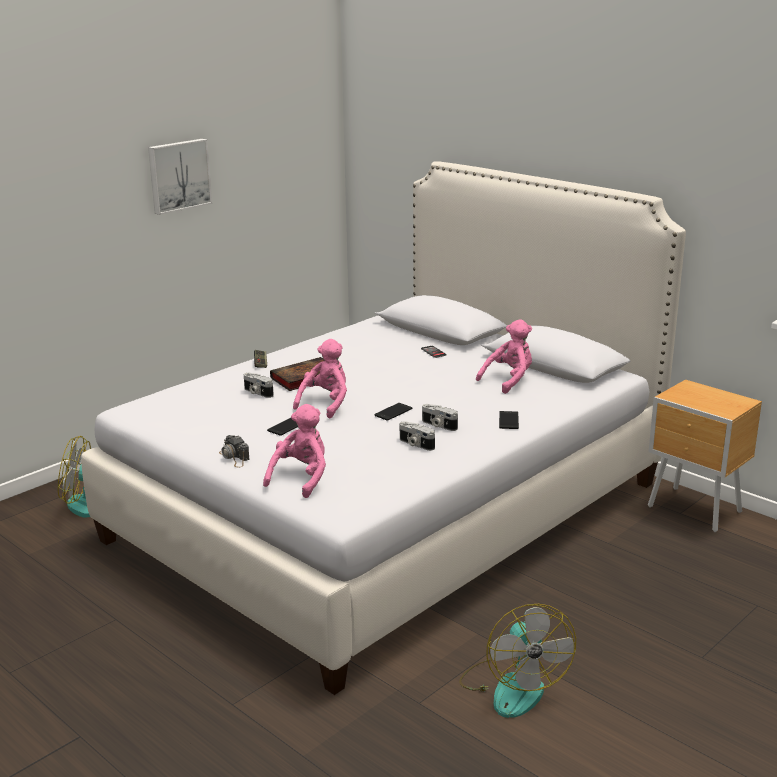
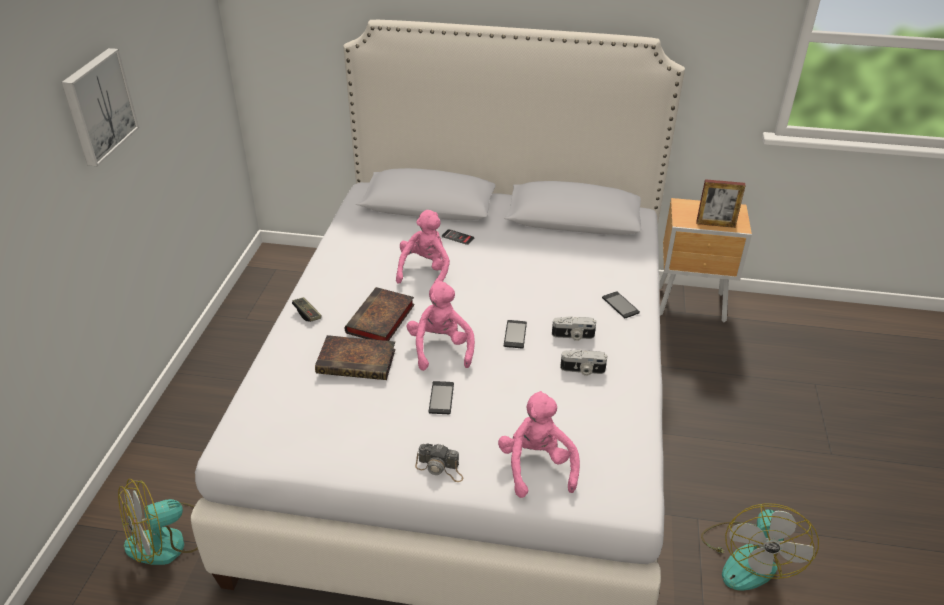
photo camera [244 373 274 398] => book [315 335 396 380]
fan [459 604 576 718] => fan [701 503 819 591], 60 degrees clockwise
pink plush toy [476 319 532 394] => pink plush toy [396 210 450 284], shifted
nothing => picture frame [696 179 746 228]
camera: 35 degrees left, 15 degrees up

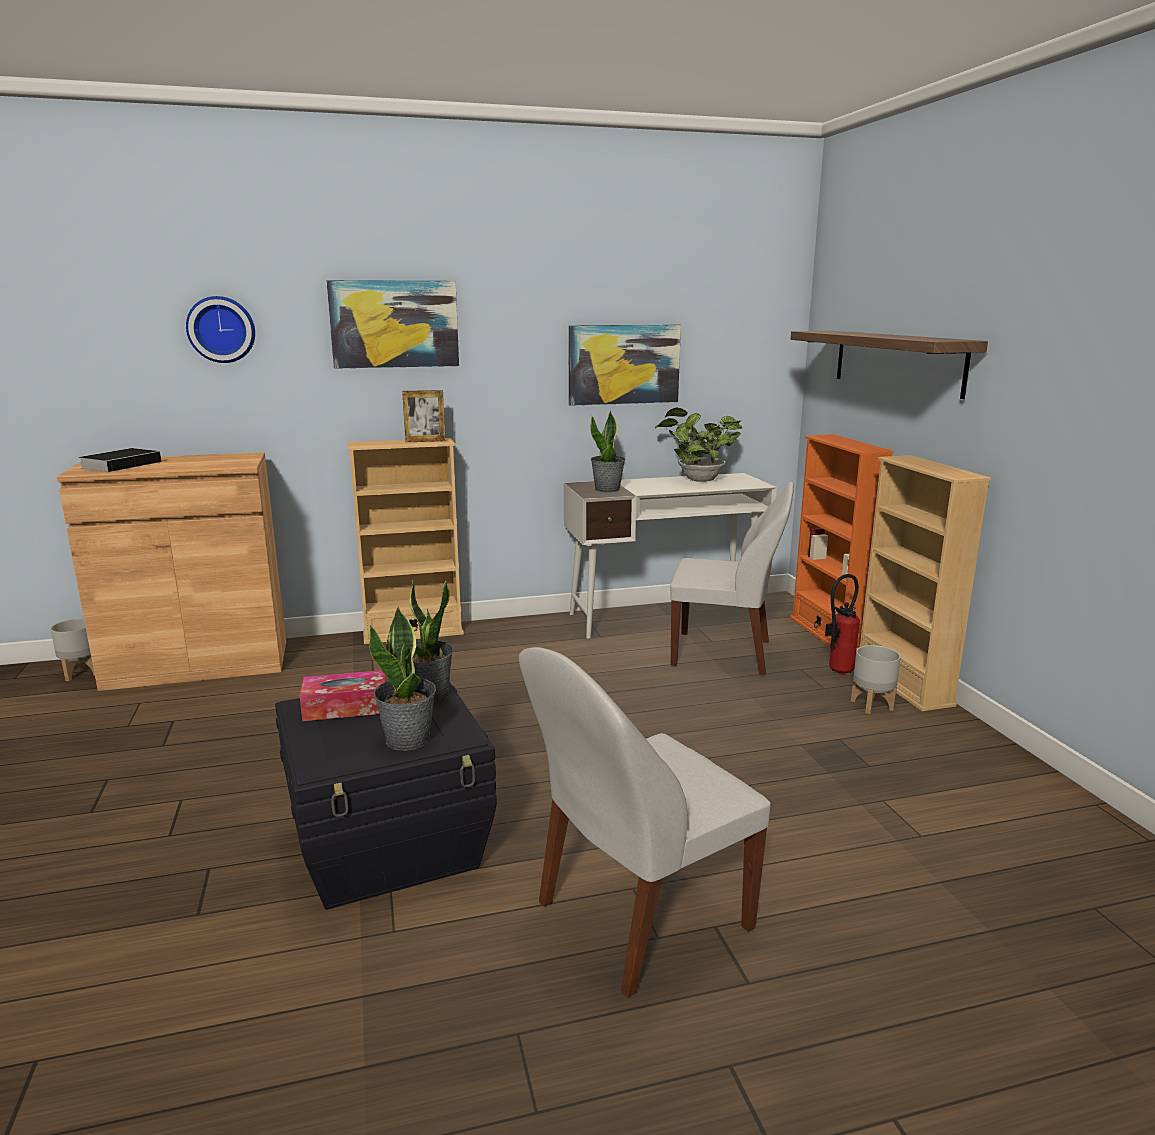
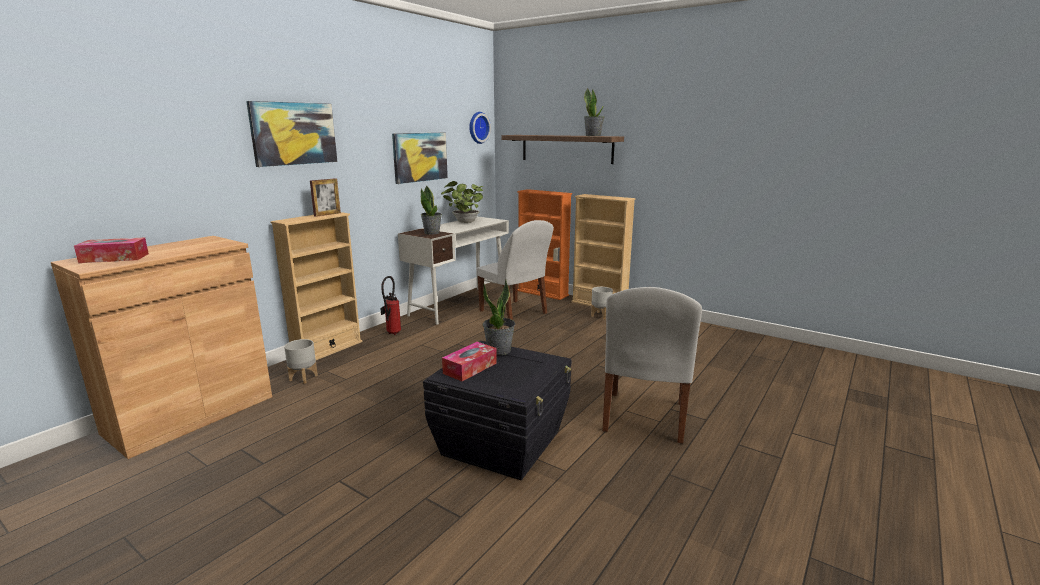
grey planter [50 618 95 681] => grey planter [284 339 318 384], shifted
book [78 448 162 472] => tissue box [74 238 149 263]
wall clock [186 296 255 363] => wall clock [469 112 491 144], shifted
potted plant [369 607 436 751] => potted plant [584 88 604 136], shifted
white chair [670 482 794 676] => white chair [477 220 554 320], 75 degrees clockwise
fire extinguisher [825 574 860 675] => fire extinguisher [380 276 401 335], shifted
camera: 40 degrees left, 0 degrees up

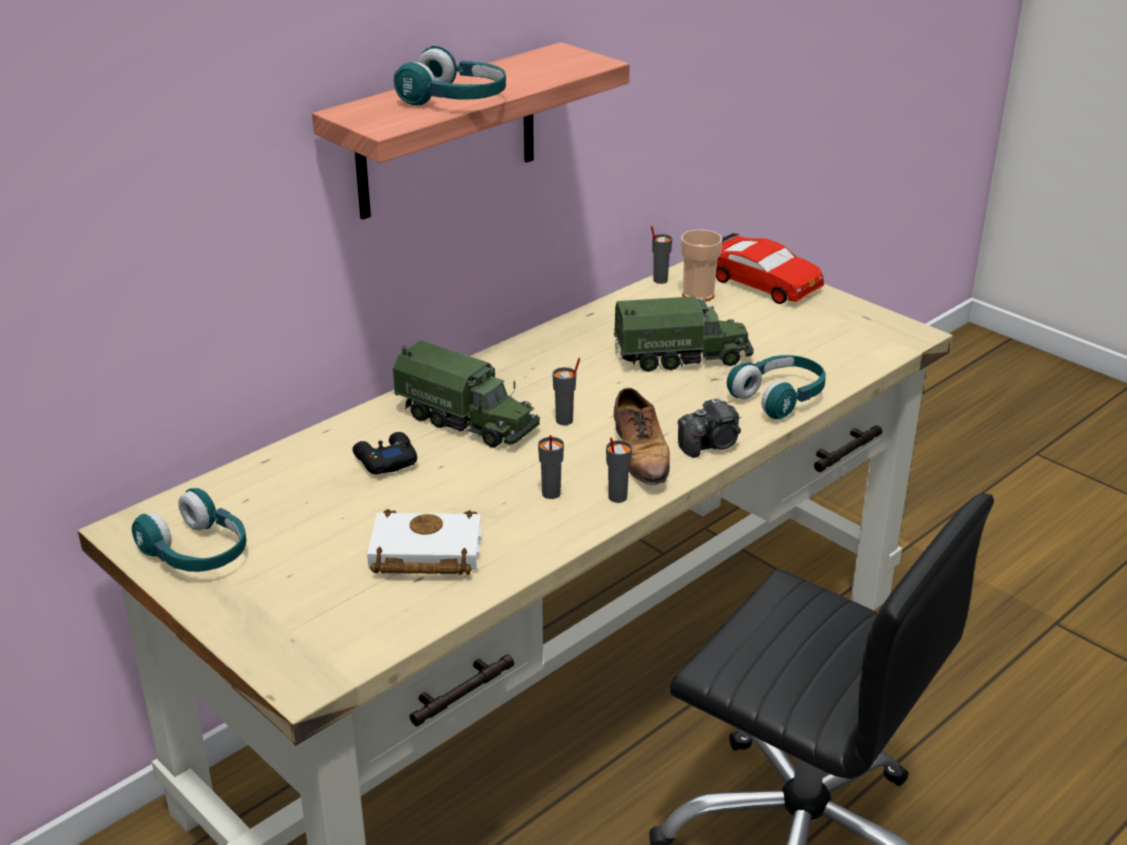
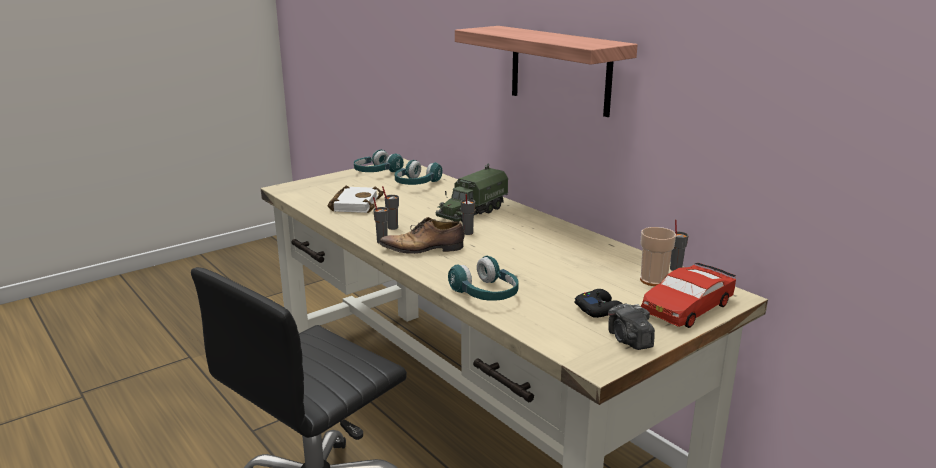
black game controller [352 432 417 474] => black game controller [574 289 623 318], shifted
turquoise headphones [394 46 506 105] => turquoise headphones [395 160 442 185], shifted
toy truck [614 296 754 372] => nothing
photo camera [678 397 741 458] => photo camera [608 303 655 350], shifted
camera: 95 degrees right, 10 degrees down

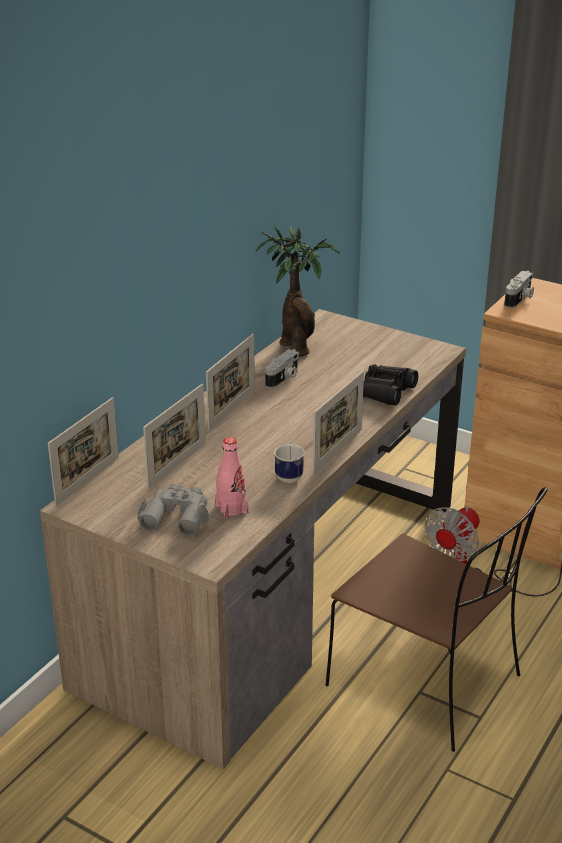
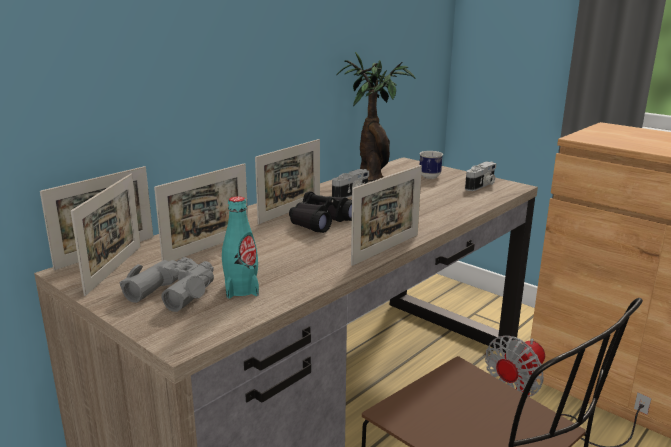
pink bottle [215 437 249 519] => turquoise bottle [222 196 259 299]
mug [274 444 304 483] => mug [419 151 443 179], shifted
black binoculars [363 364 418 405] => black binoculars [289 191 352 233], shifted
photo camera [504 271 534 308] => photo camera [465 161 497 191], shifted
nothing => picture frame [71 174 141 296]
camera: 10 degrees right, 10 degrees down

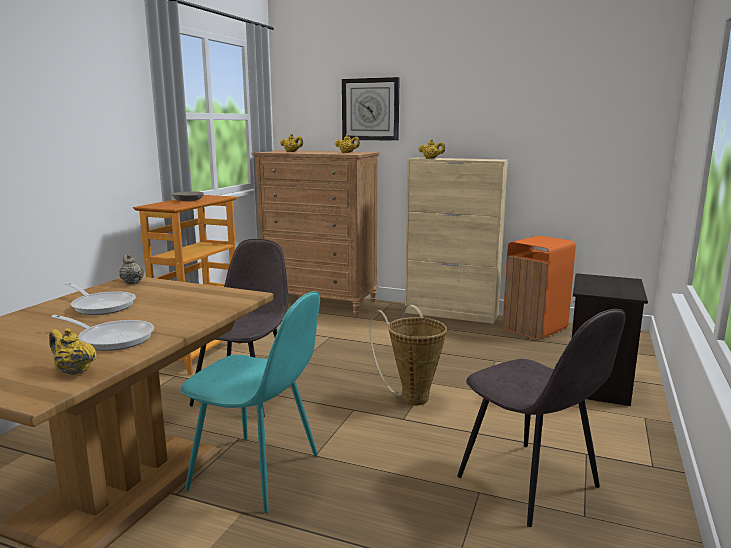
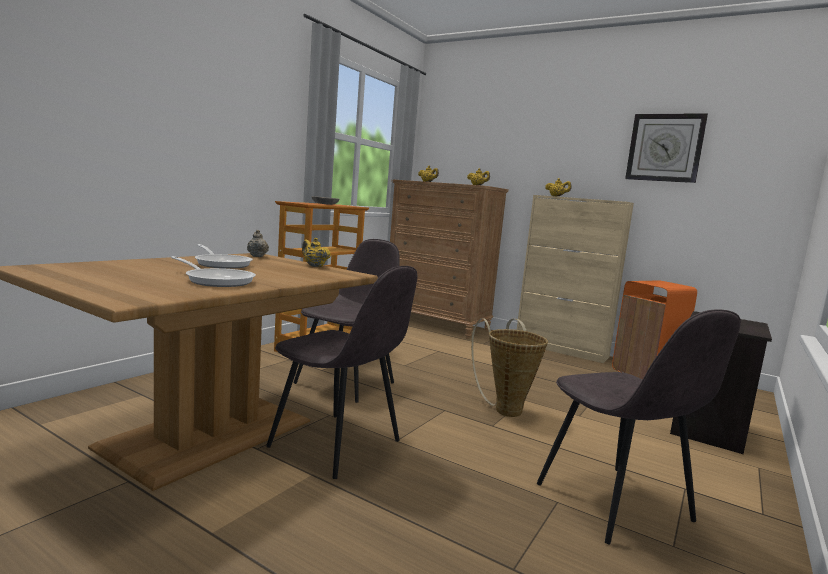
yellow teapot [49 328 96 375] => yellow teapot [302 238 331 267], shifted
turquoise chair [180 291 320 513] => grey chair [266 266 417 479]
wall clock [342 77 400 141] => wall clock [625 113 708 183], shifted
camera: 10 degrees right, 5 degrees down

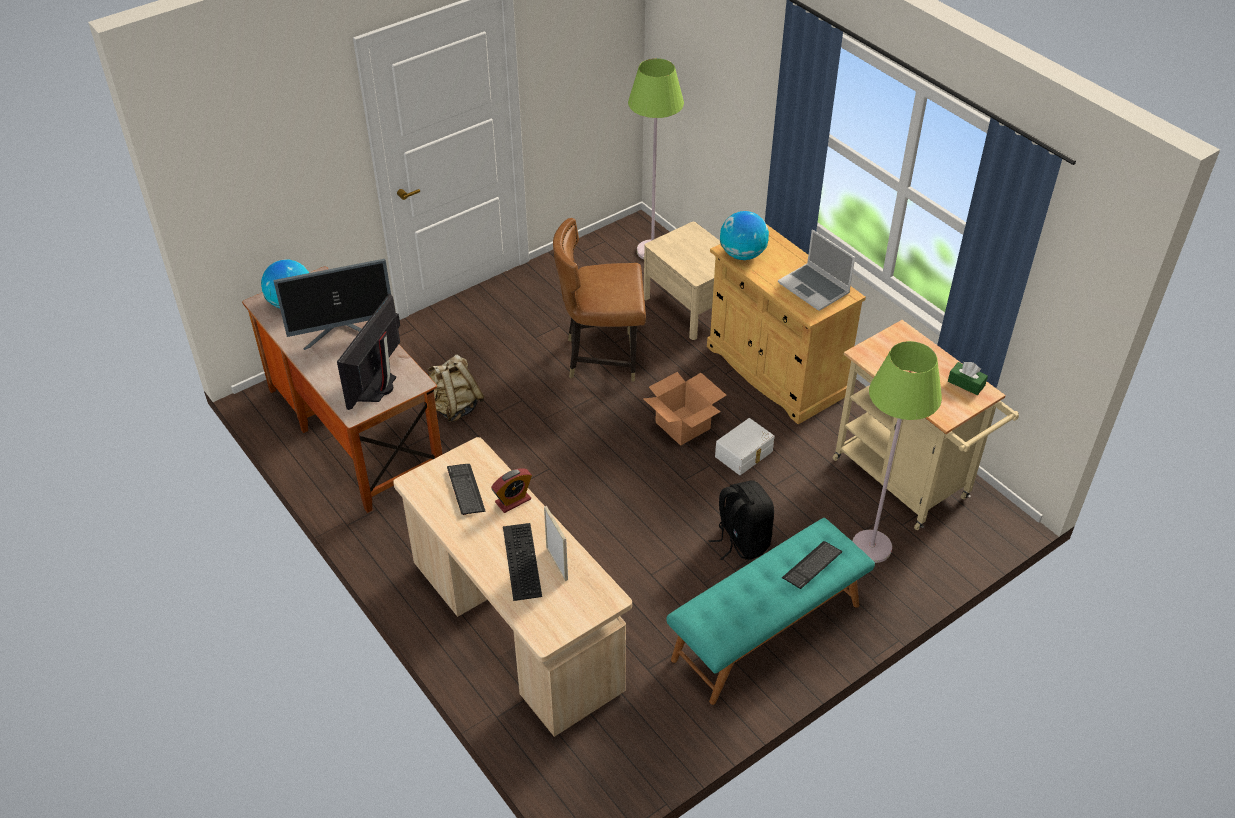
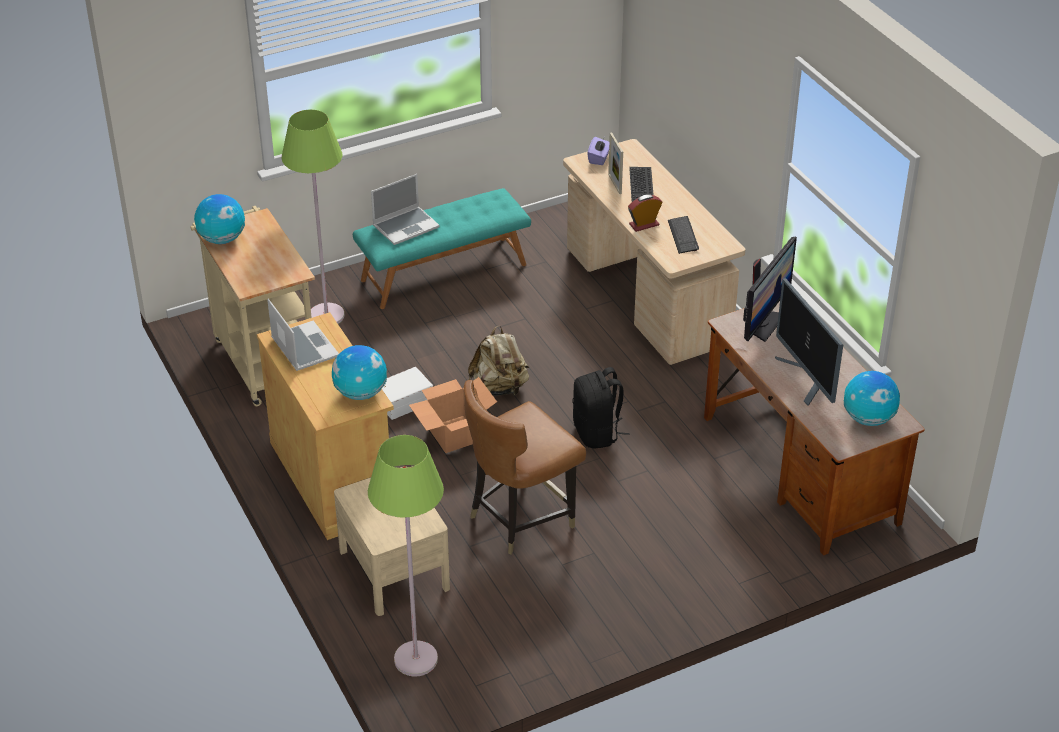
monitor [273 259 391 350] => monitor [775 278 843 406], 105 degrees counterclockwise
beige backpack [428 354 484 422] => beige backpack [468 326 529 396], shifted
brown chair [553 218 646 382] => brown chair [464 380 586 555], 135 degrees clockwise
black backpack [708 480 774 560] => black backpack [573 367 630 449], shifted
keyboard [782 541 842 589] => laptop [371 174 440 245]
green tissue box [948 362 988 395] => globe [194 194 245 244]
nothing => purple tissue box [587 137 609 165]
camera: 170 degrees left, 5 degrees down

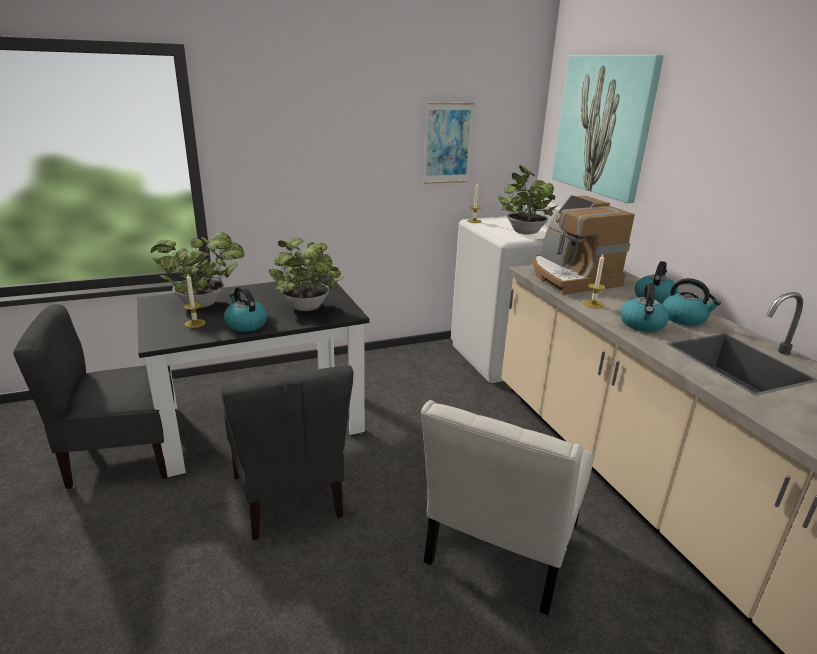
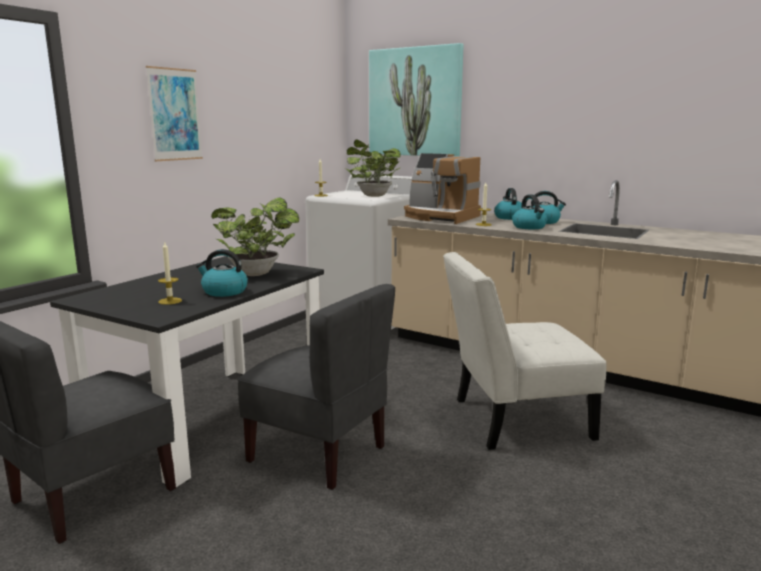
potted plant [151 232 244 308] => nothing
white chair [421 400 594 615] => white chair [443 252 607 450], 90 degrees clockwise
picture [423 102 474 184] => picture [146 66 203 161], shifted
camera: 35 degrees left, 10 degrees down

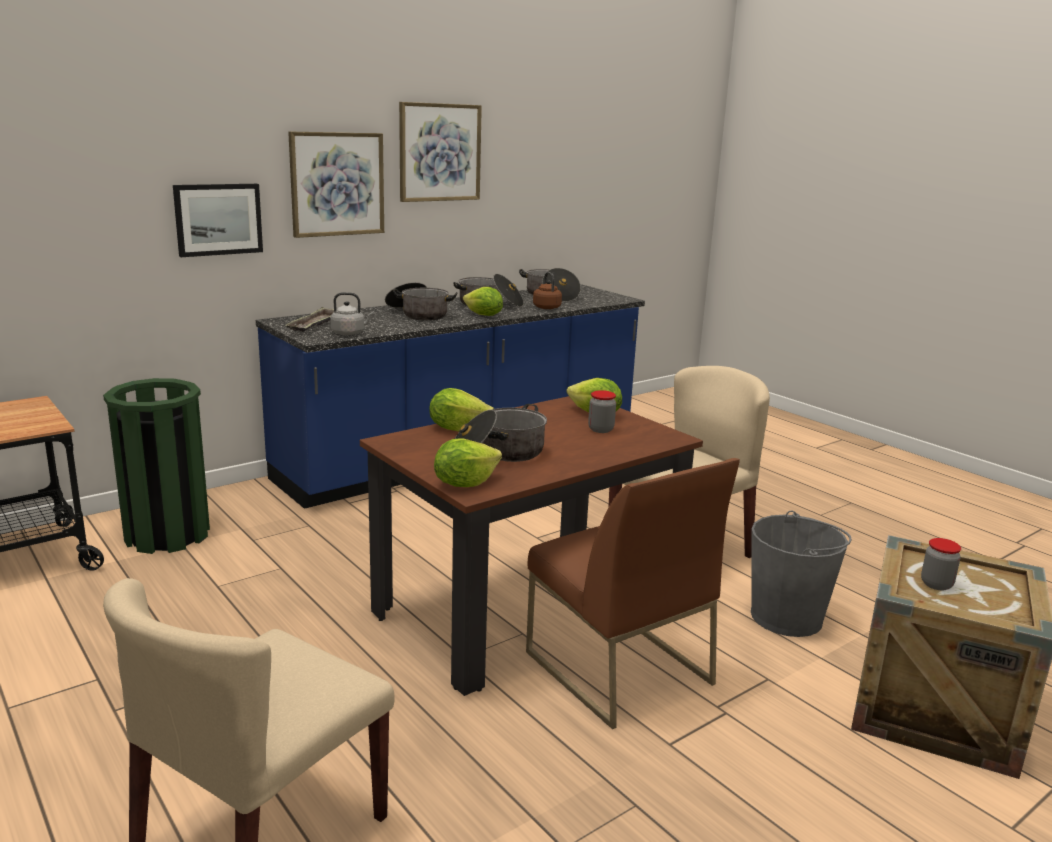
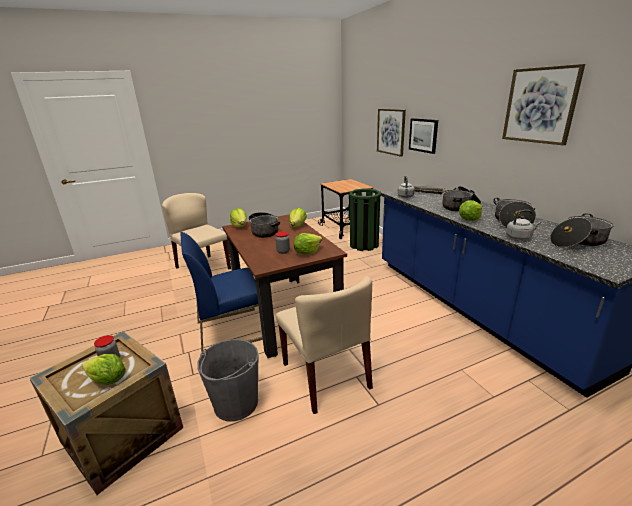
picture [288 132 384 238] => picture [377 109 406 157], shifted
brown chair [526 458 740 729] => blue chair [180 232 263 353]
brown kettle [533 272 562 309] => grey kettle [506 210 541 240]
nothing => lettuce [82 354 126 385]
camera: 105 degrees right, 5 degrees up

